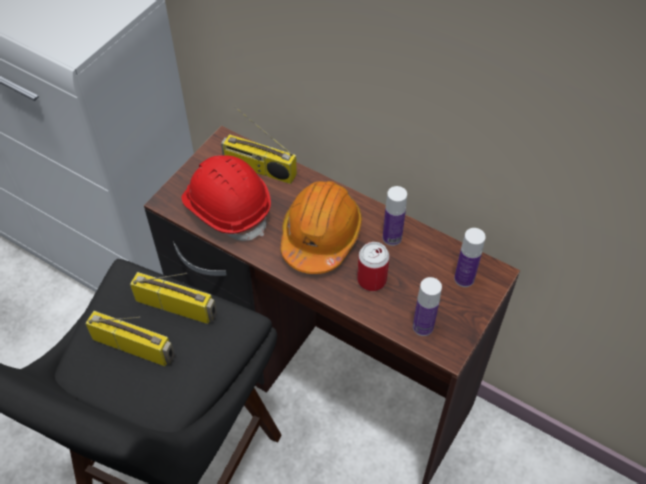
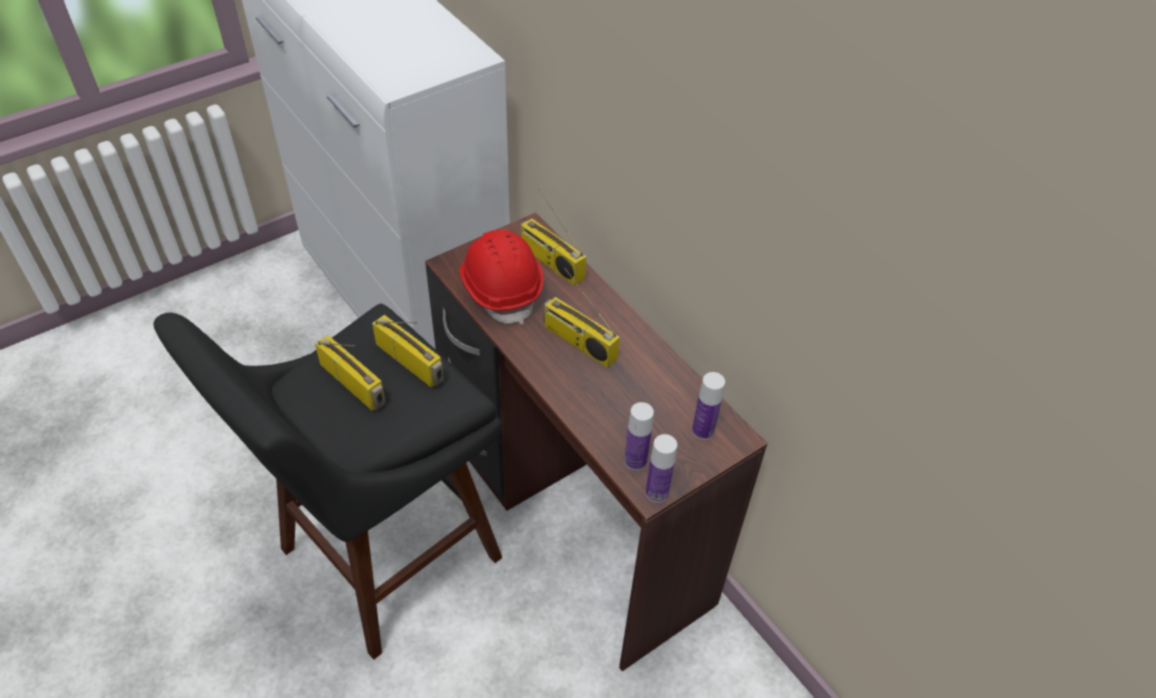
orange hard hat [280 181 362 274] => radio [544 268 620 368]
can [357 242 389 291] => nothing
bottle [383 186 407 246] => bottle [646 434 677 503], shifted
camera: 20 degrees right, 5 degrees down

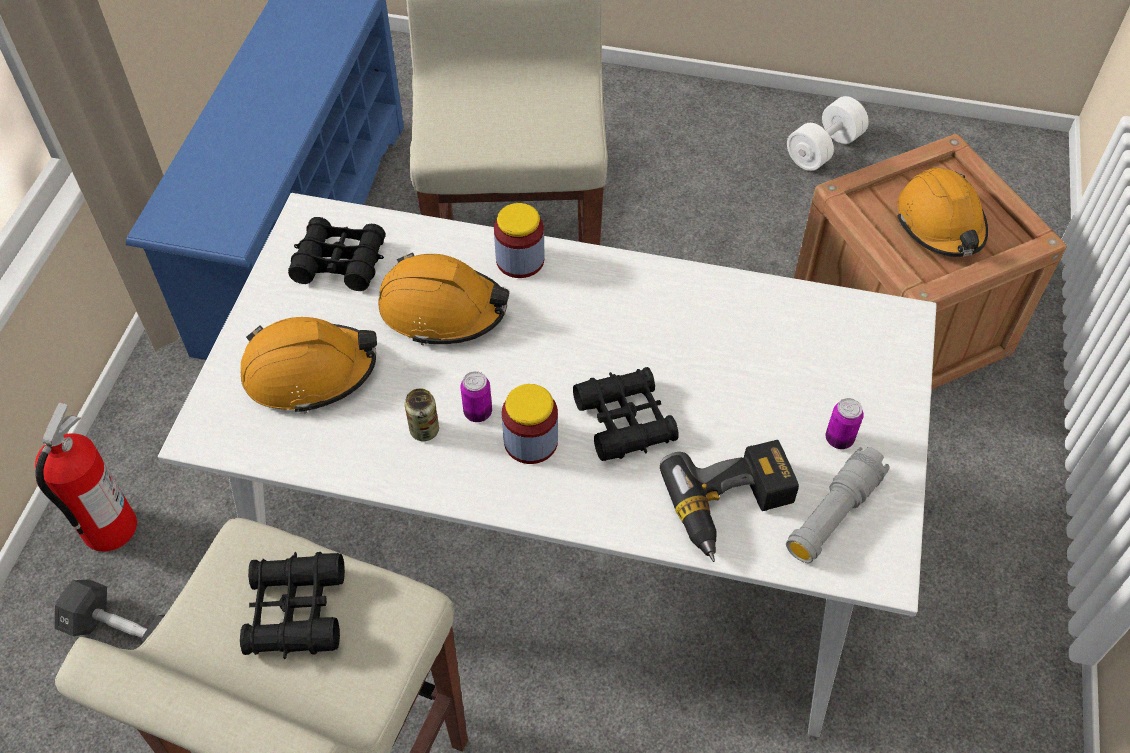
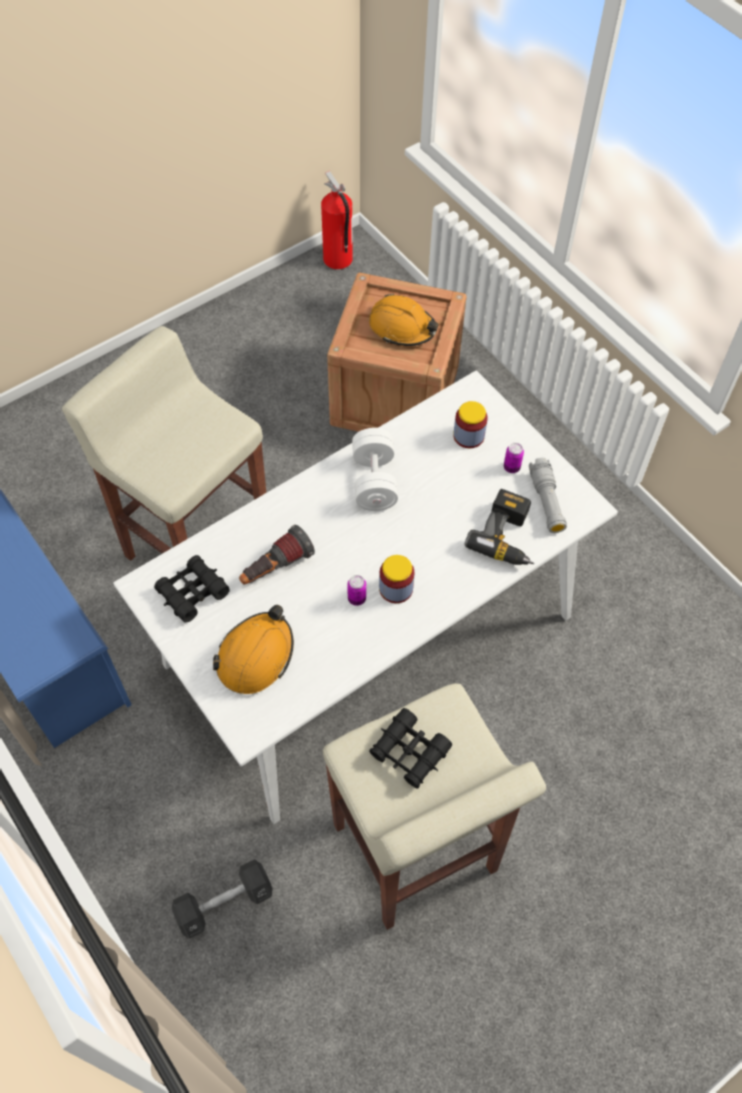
fire extinguisher [35 402 137 552] => fire extinguisher [321 171 353 269], shifted
orange hard hat [378 252 510 345] => flashlight [239 525 315 585]
can [404 388 439 441] => nothing
jar [494 203 545 278] => jar [453 401 488 448], shifted
black binoculars [573 367 679 461] => nothing
white dumbbell [787 96 869 171] => white dumbbell [352 428 398 511], shifted
camera: 50 degrees left, 5 degrees up

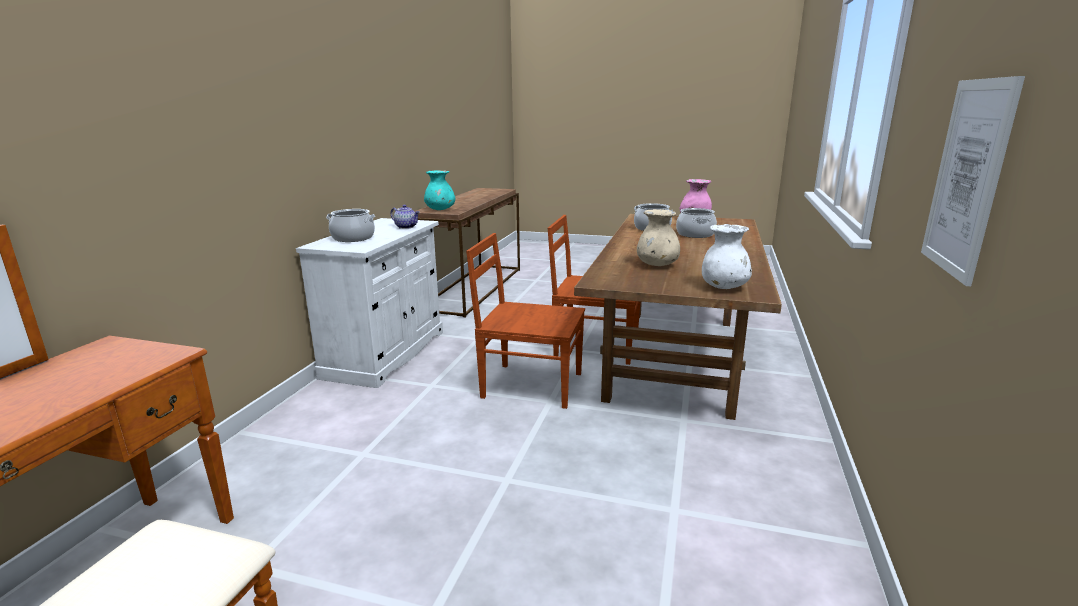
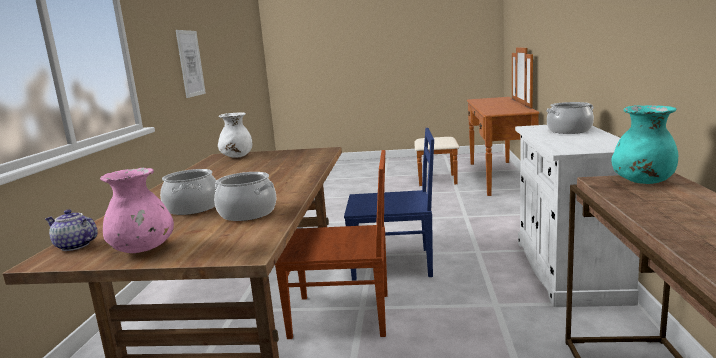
teapot [391 205 420 229] => teapot [45 209 98 251], shifted
brown chair [466 233 585 409] => blue chair [344 128 434 281]
beige vase [637 209 680 266] => nothing
camera: 170 degrees right, 5 degrees down

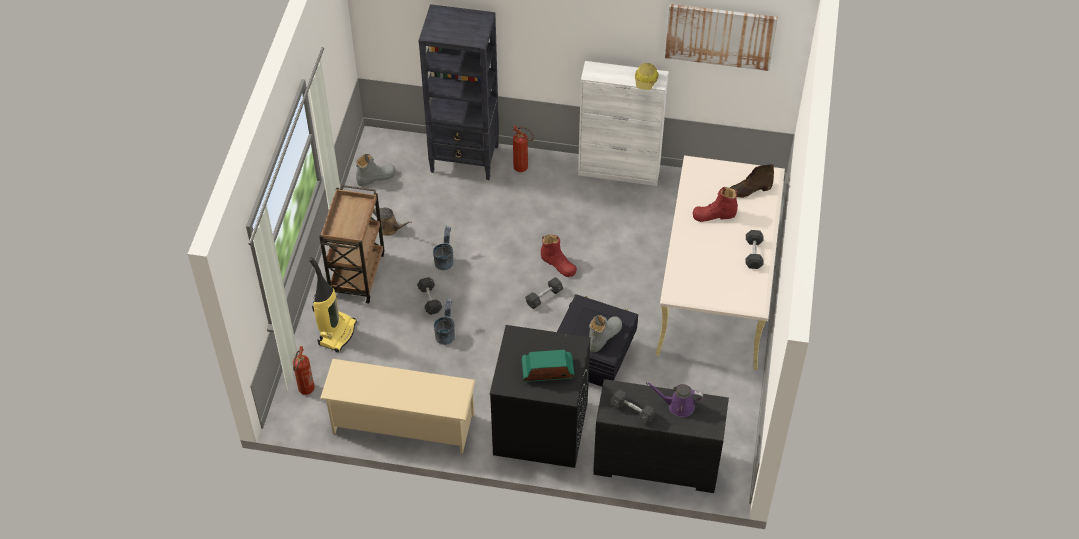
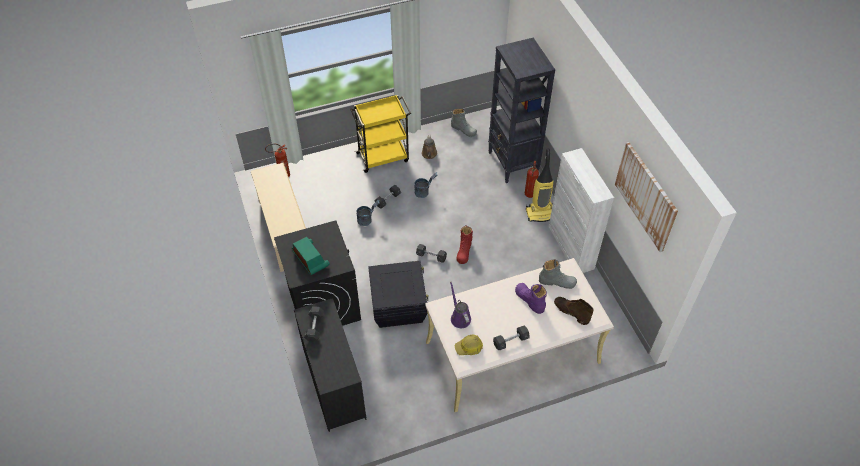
vacuum cleaner [309 257 357 352] => vacuum cleaner [526 149 553 222], shifted
brown cart [319 185 385 303] => yellow cart [350 95 411 173]
grey boot [589 315 622 352] => grey boot [539 259 577 289], shifted
hard hat [635 63 659 90] => hard hat [454 335 483 355], shifted
purple watering can [646 382 703 417] => purple watering can [450 282 471 328], shifted
red boot [693 187 738 222] => purple boot [515 283 547 314]
camera: 60 degrees right, 0 degrees up

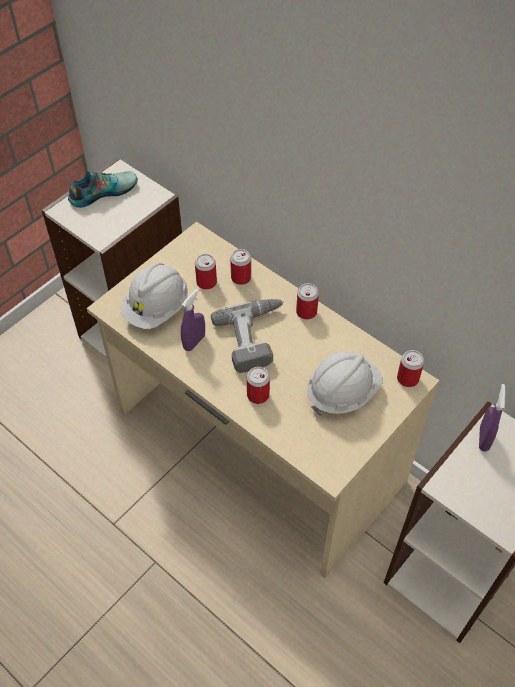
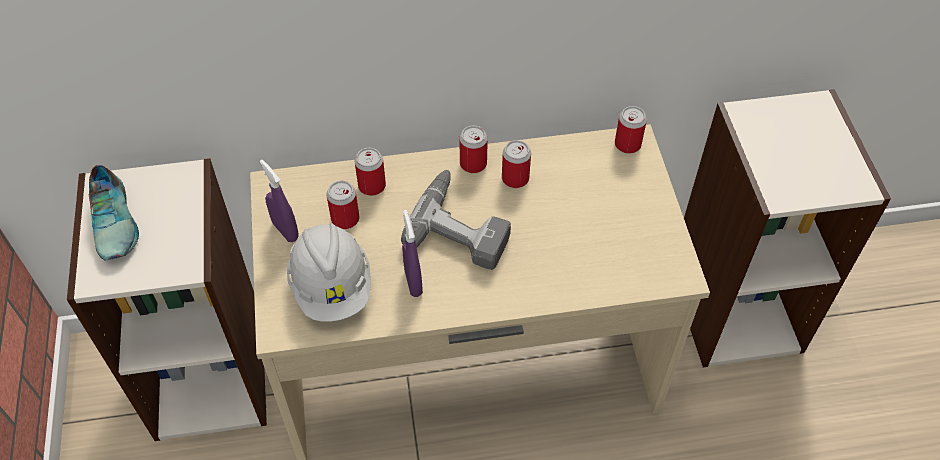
shoe [68 171 138 208] => shoe [89 165 139 261], 150 degrees clockwise
can [247 367 270 404] => can [502 140 531 188], shifted
white hard hat [307 351 383 416] => nothing
purple spray bottle [479 384 506 452] => purple spray bottle [259 160 299 242], shifted
camera: 50 degrees left, 0 degrees up

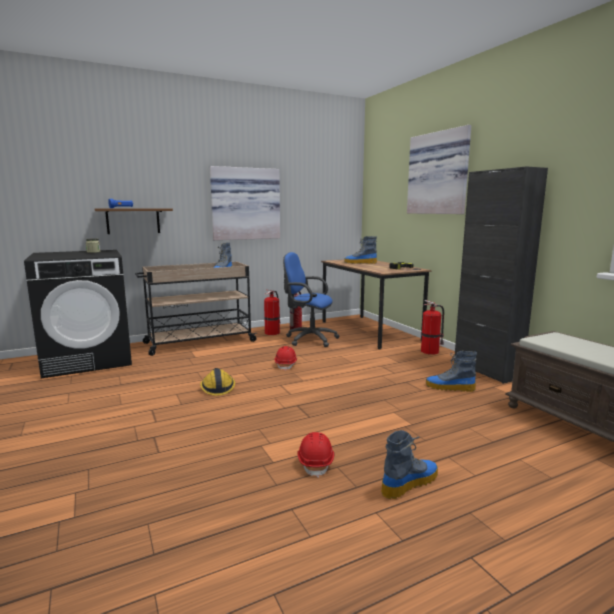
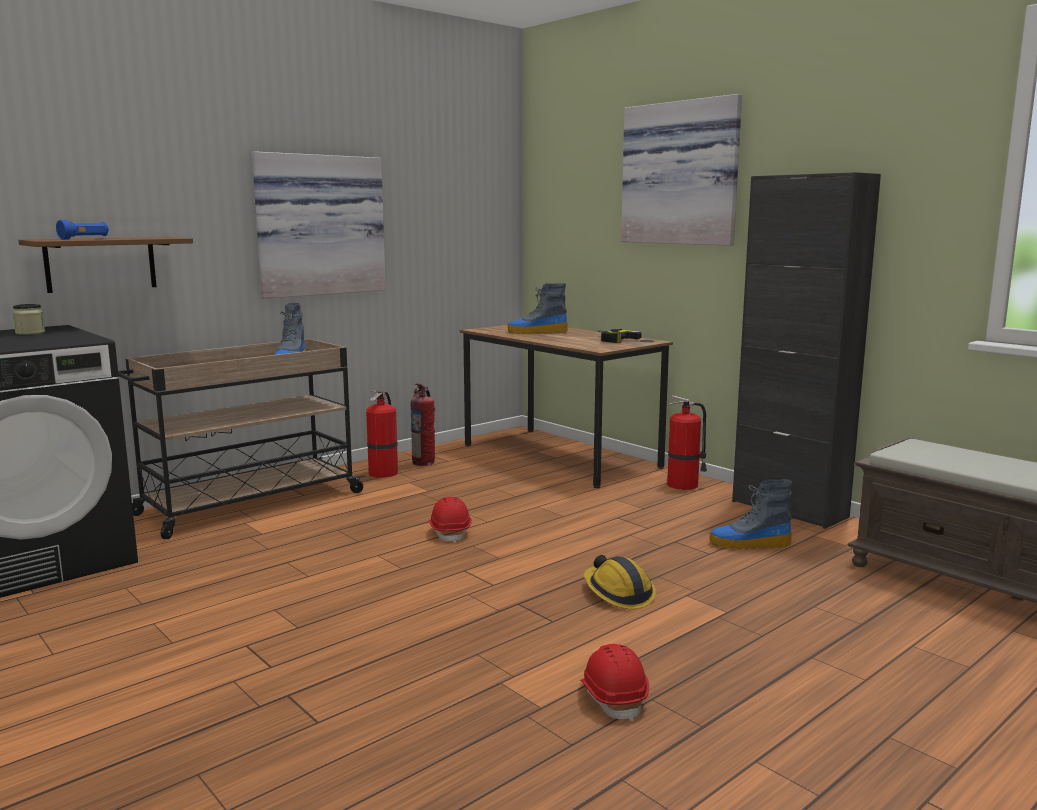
hard hat [200 368 235 396] => hard hat [583 555 656 609], shifted
blue office chair [283 252 340 347] => nothing
boot [381 430 438 499] => nothing
camera: 15 degrees left, 0 degrees up

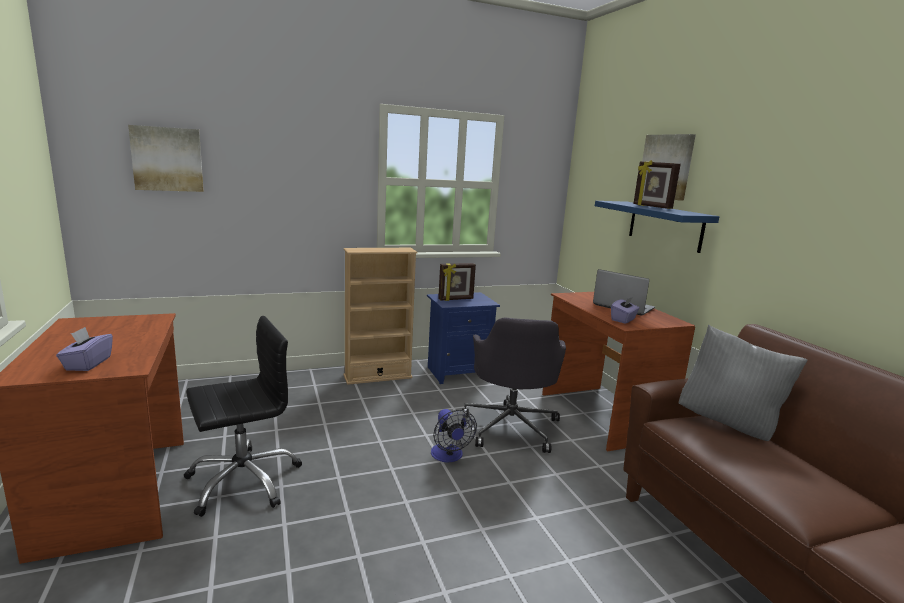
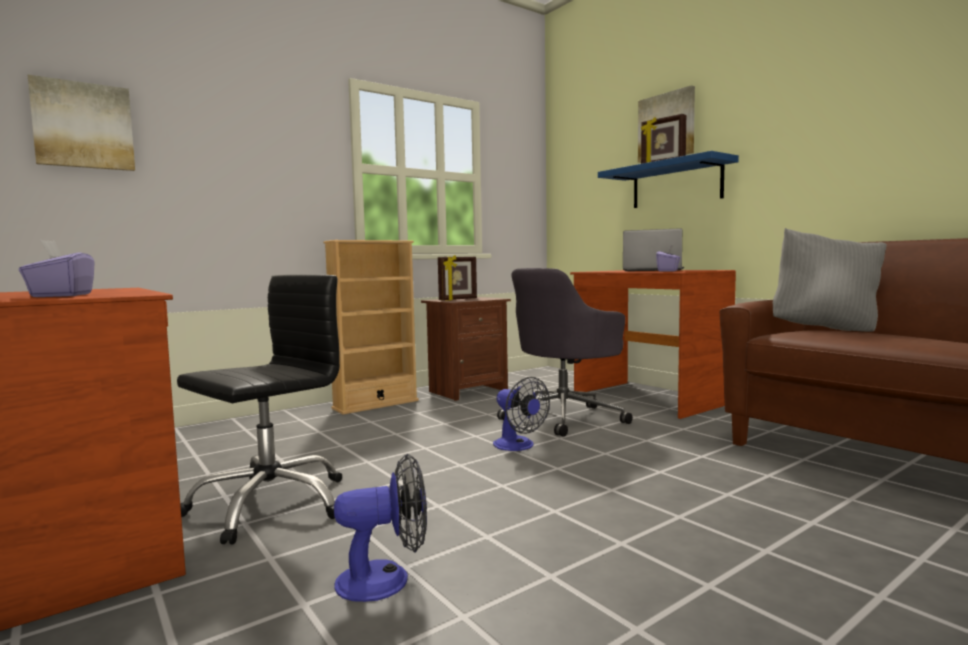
blue nightstand [427 292 500 384] => brown nightstand [421 297 511 401]
grey office chair [462 317 566 453] => grey office chair [497 268 633 437], 60 degrees clockwise
nothing => fan [334 453 427 602]
camera: 15 degrees left, 10 degrees down

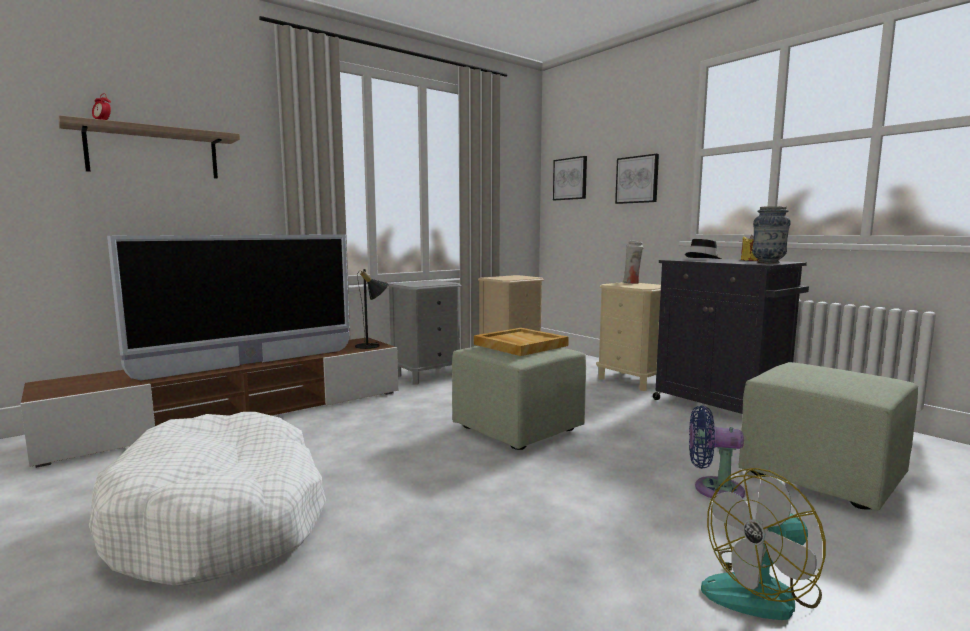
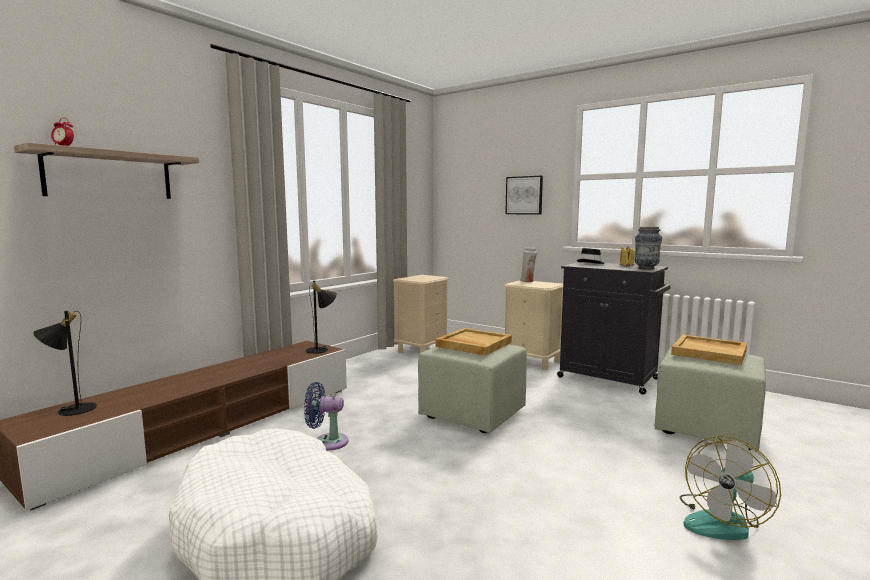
television [107 234 350 380] => nothing
grey nightstand [388 280 461 385] => nothing
picture [553 156 587 200] => nothing
blue fan [689 405 745 499] => blue fan [304 382 349 450], shifted
nothing => black table lamp [33 311 97 416]
nothing => beige tray [671 334 747 365]
camera: 15 degrees left, 0 degrees up

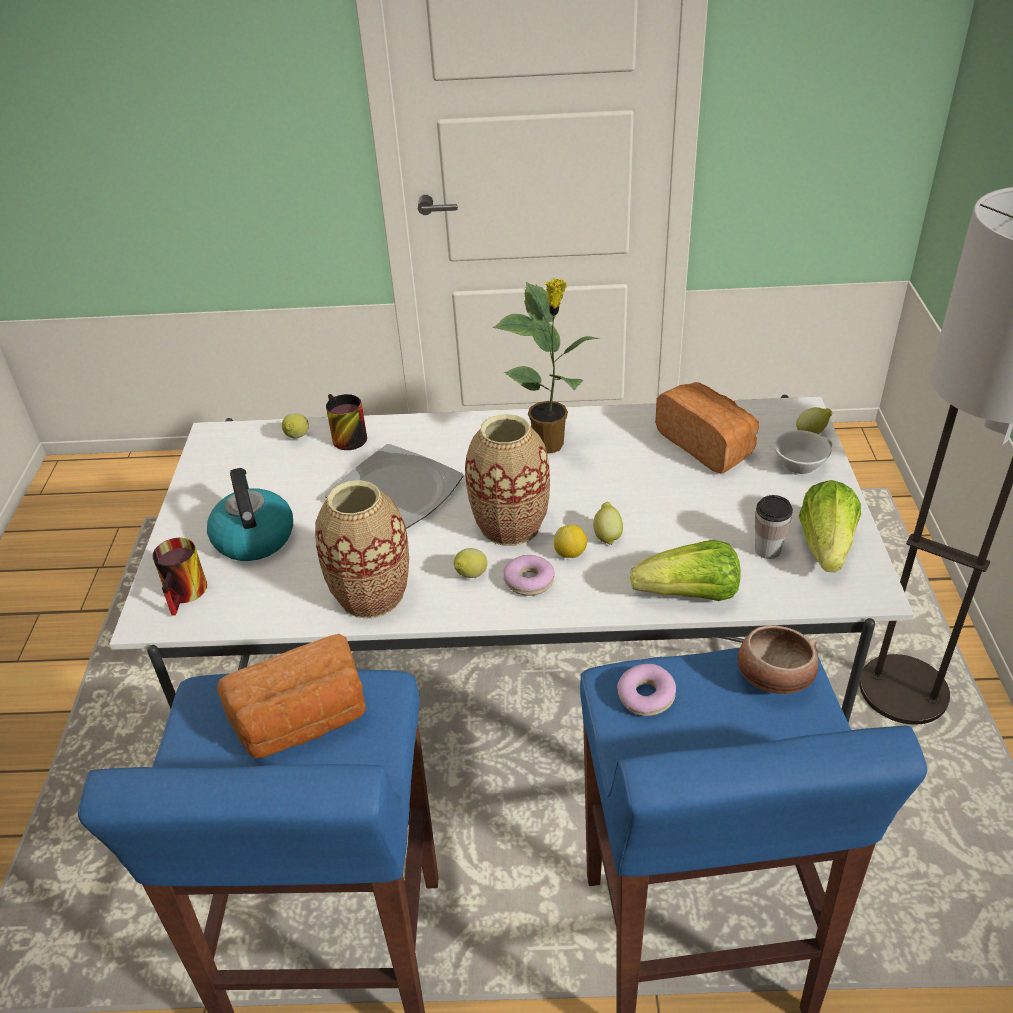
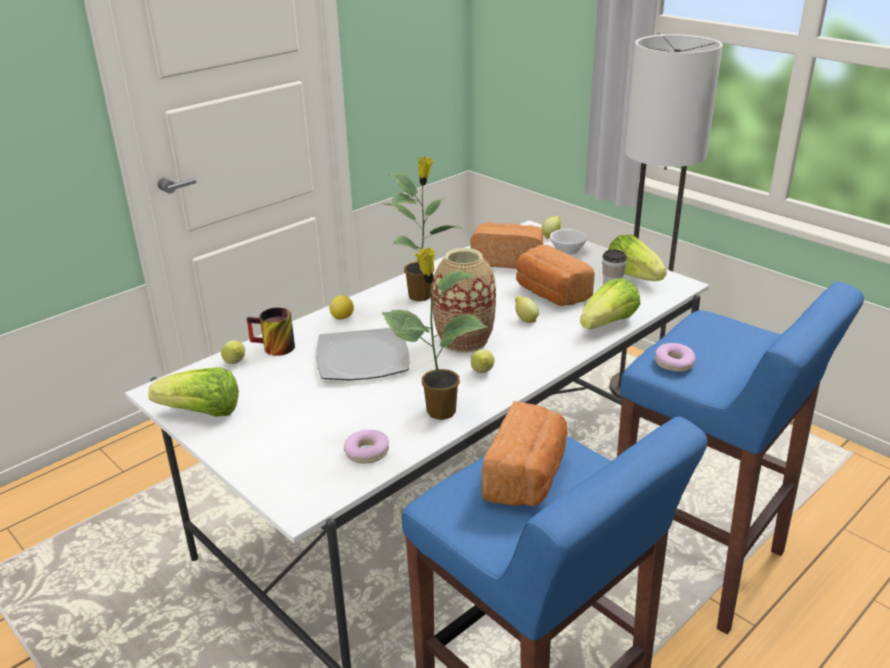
mug [152 538 207 615] => nothing
kettle [207 468 293 561] => nothing
vase [315 480 409 619] => potted plant [382 248 487 420]
donut [503 555 555 596] => donut [344 430 389 463], shifted
lemon [554 525 587 558] => lemon [329 295 354 320], shifted
bowl [737 625 818 694] => nothing
nothing => lettuce [148 367 239 417]
nothing => bread [516 245 595 306]
camera: 45 degrees left, 10 degrees down

